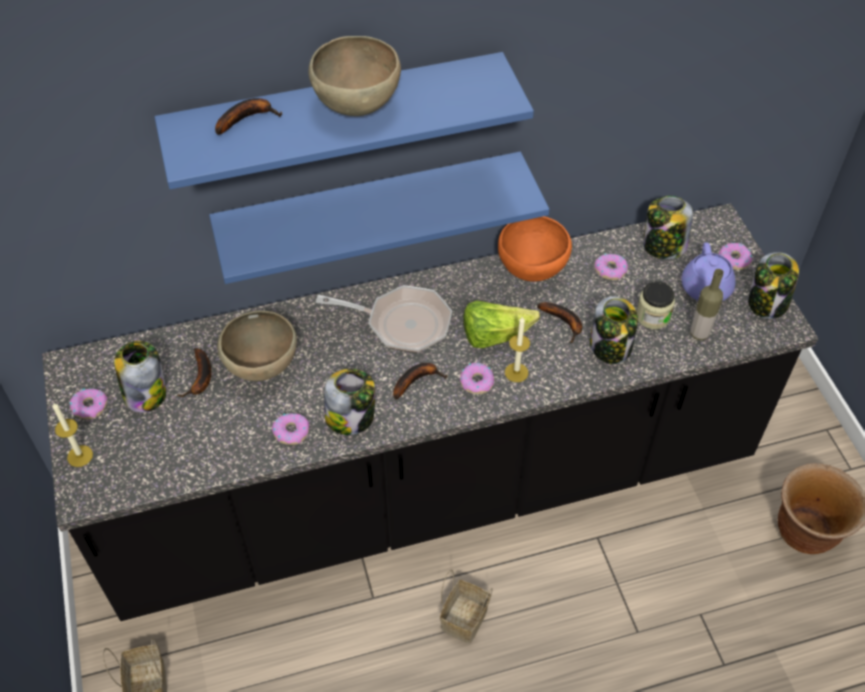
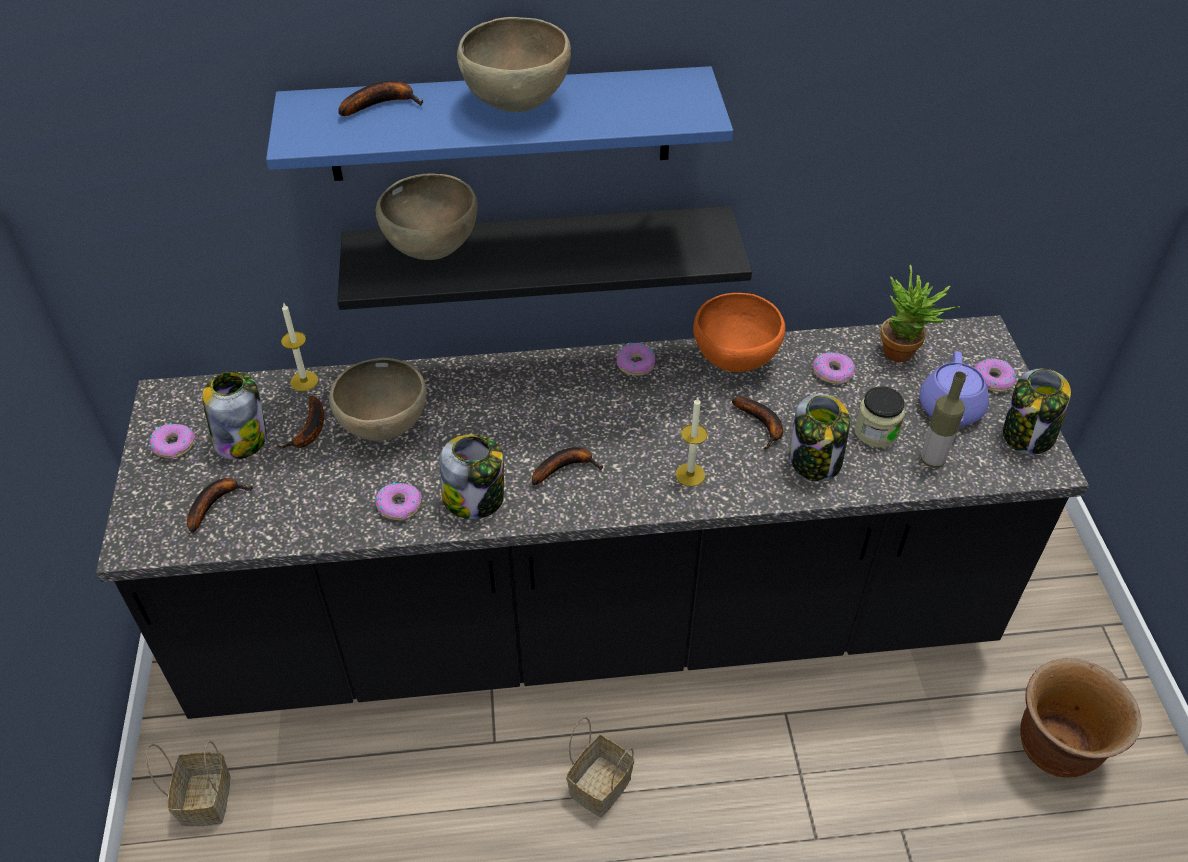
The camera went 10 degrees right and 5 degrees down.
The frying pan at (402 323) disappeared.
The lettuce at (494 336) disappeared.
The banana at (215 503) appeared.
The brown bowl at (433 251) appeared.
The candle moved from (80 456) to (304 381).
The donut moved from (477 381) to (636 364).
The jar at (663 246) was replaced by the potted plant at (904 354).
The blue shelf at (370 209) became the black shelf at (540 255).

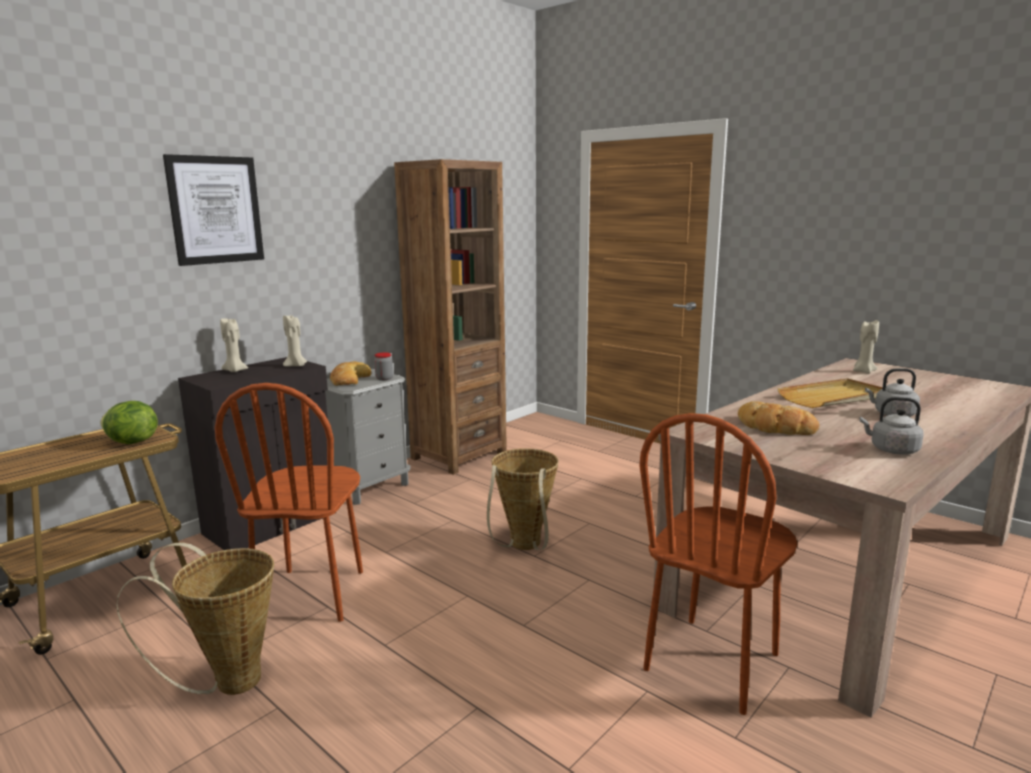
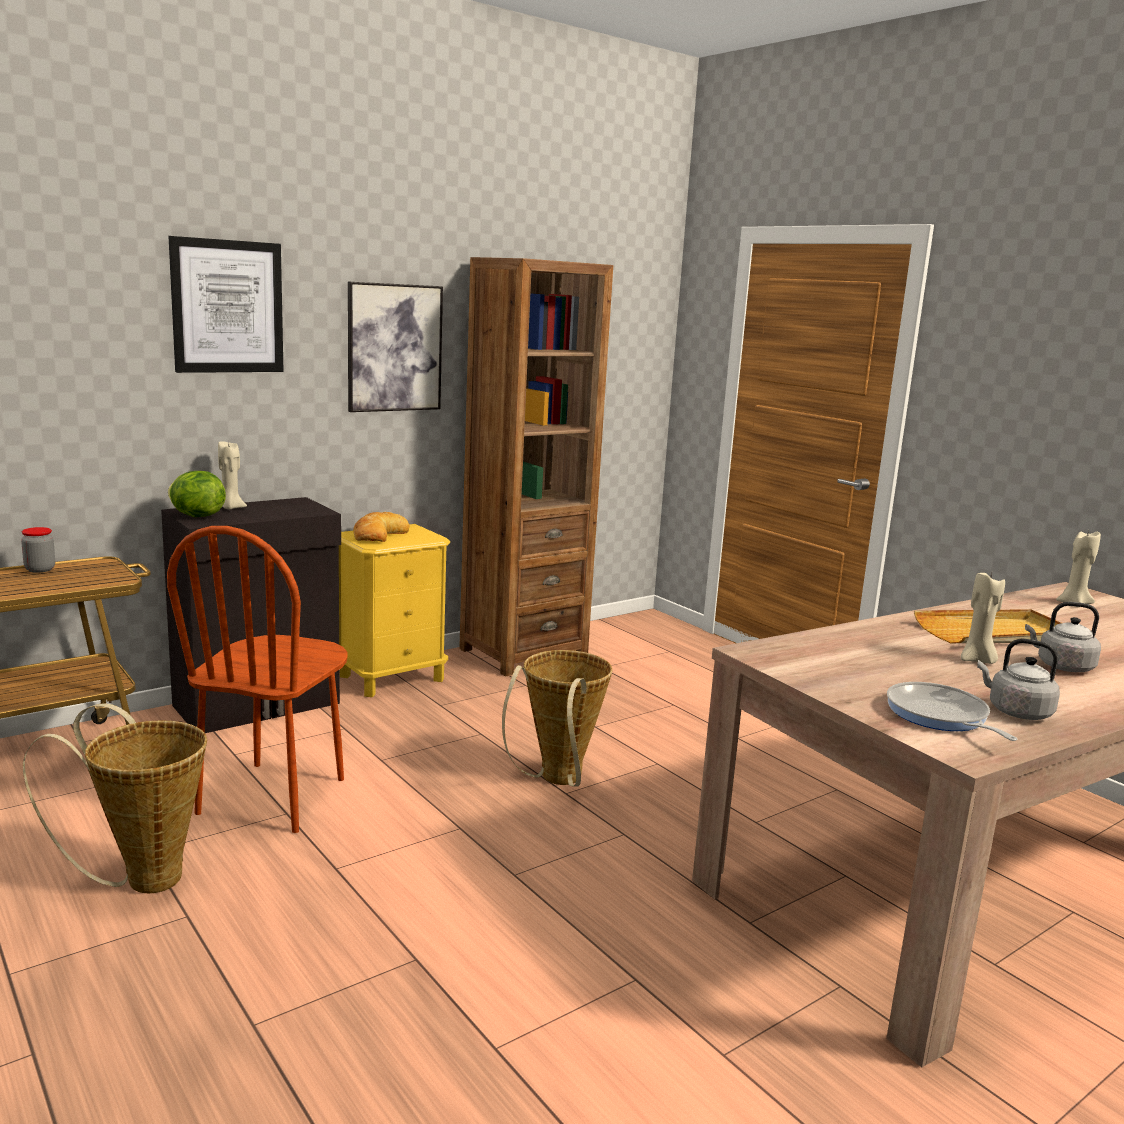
The camera went 10 degrees right and 0 degrees up.
The brown chair at (713 662) disappeared.
The bread at (775 427) disappeared.
The picture at (394 348) appeared.
The frying pan at (939 716) appeared.
The lettuce moved from (131 442) to (196 516).
The beige candle moved from (296 366) to (977 660).
The jar moved from (384 378) to (40 569).
The grey nightstand at (368 487) became the yellow nightstand at (391 677).

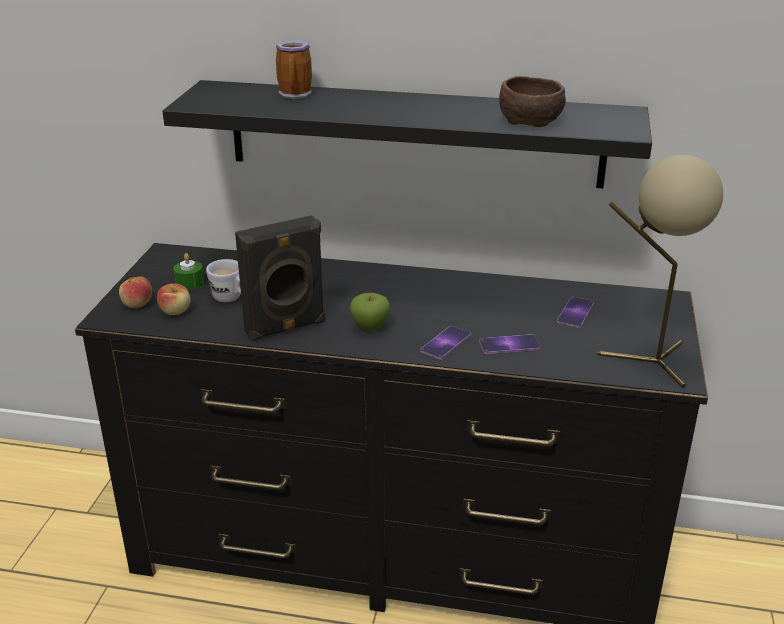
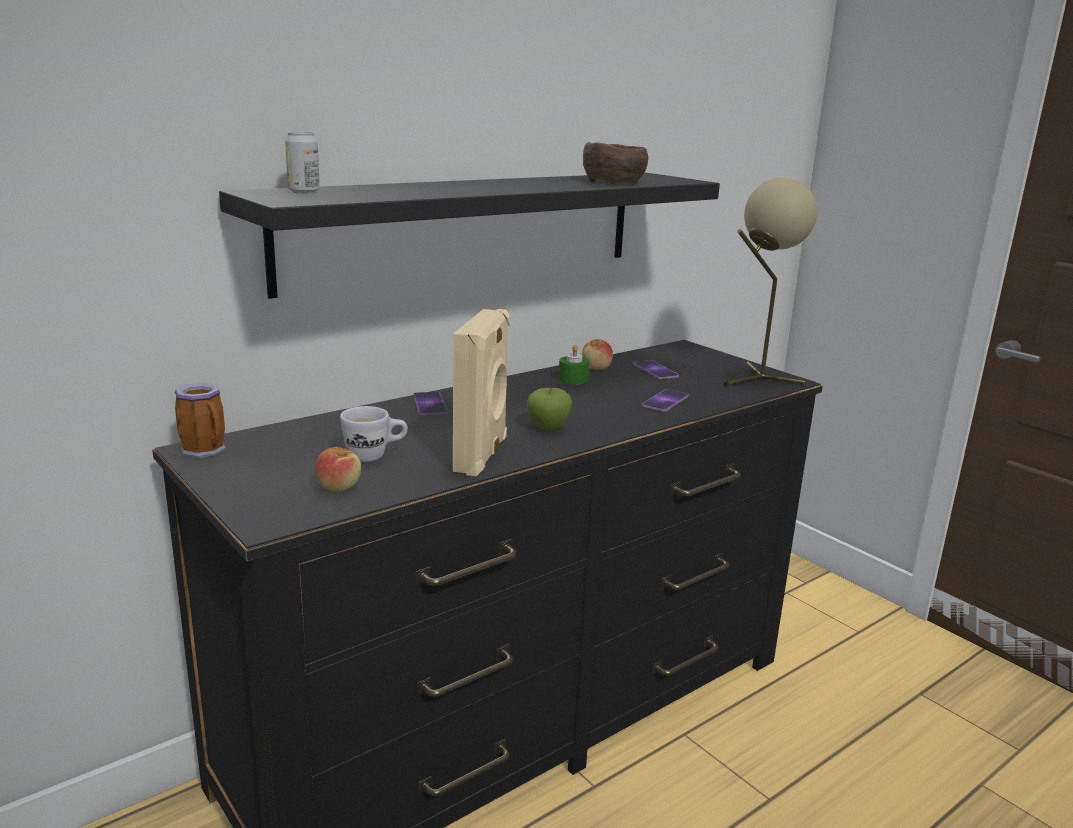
The camera went 50 degrees left and 10 degrees down.
The can at (304 192) appeared.
The apple moved from (137 304) to (596 368).
The green candle moved from (189 283) to (573 379).
The mug moved from (296 96) to (207 451).
The phone moved from (445 343) to (429 404).
The black speaker at (285 328) became the beige speaker at (483 455).

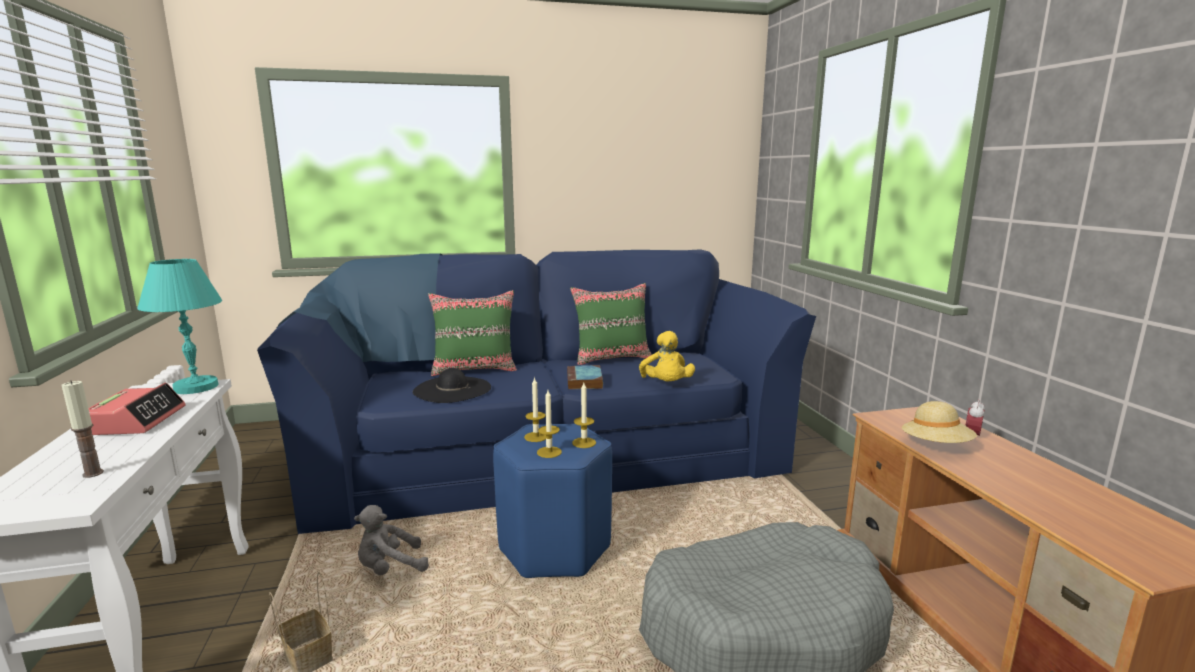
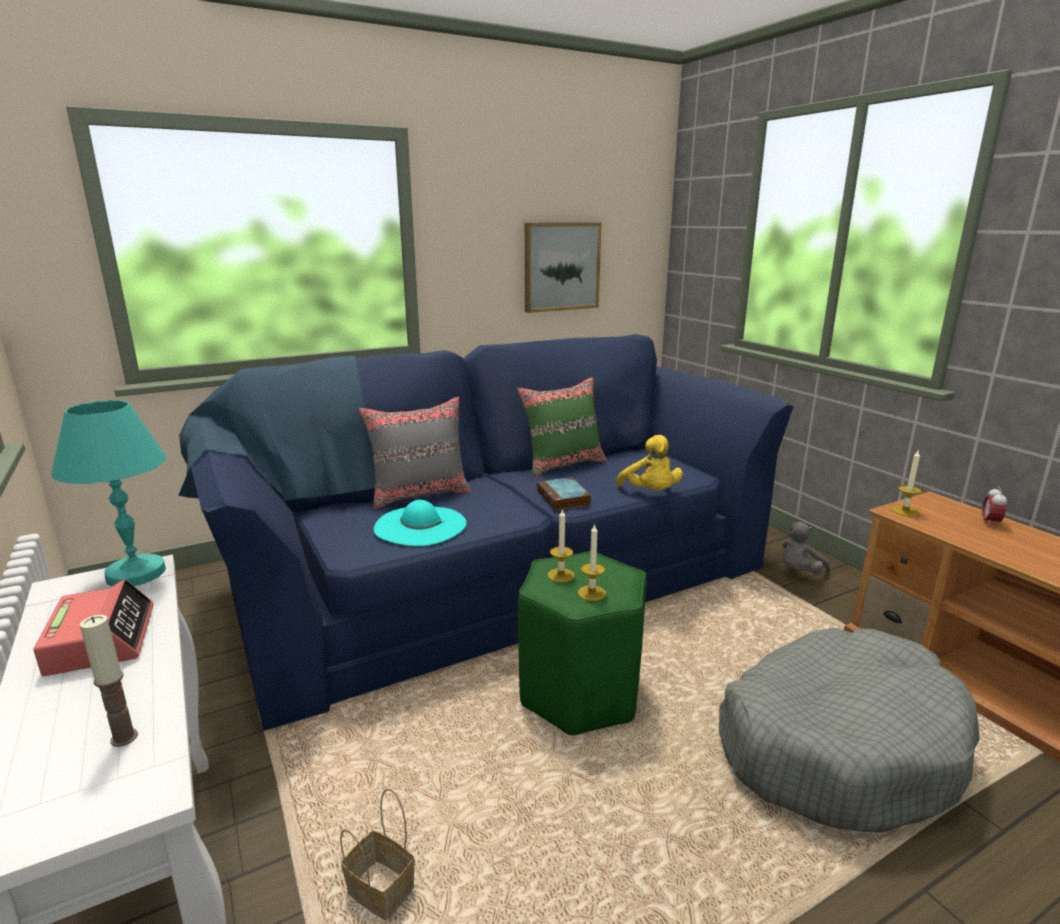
The camera went 15 degrees left and 5 degrees up.
The beige hat at (936 446) disappeared.
The picture at (561 266) appeared.
The grey plush toy moved from (390 568) to (799 572).
The candle moved from (584 442) to (905 511).
The black hat at (452 389) became the turquoise hat at (420 525).
The green pillow at (475 369) became the grey pillow at (420 495).
The blue stool at (555 548) became the green stool at (581 693).

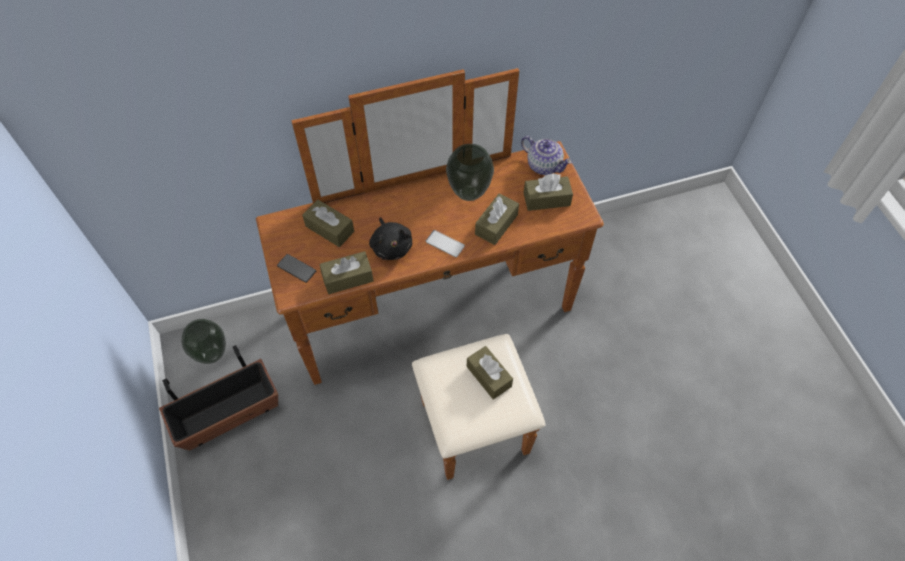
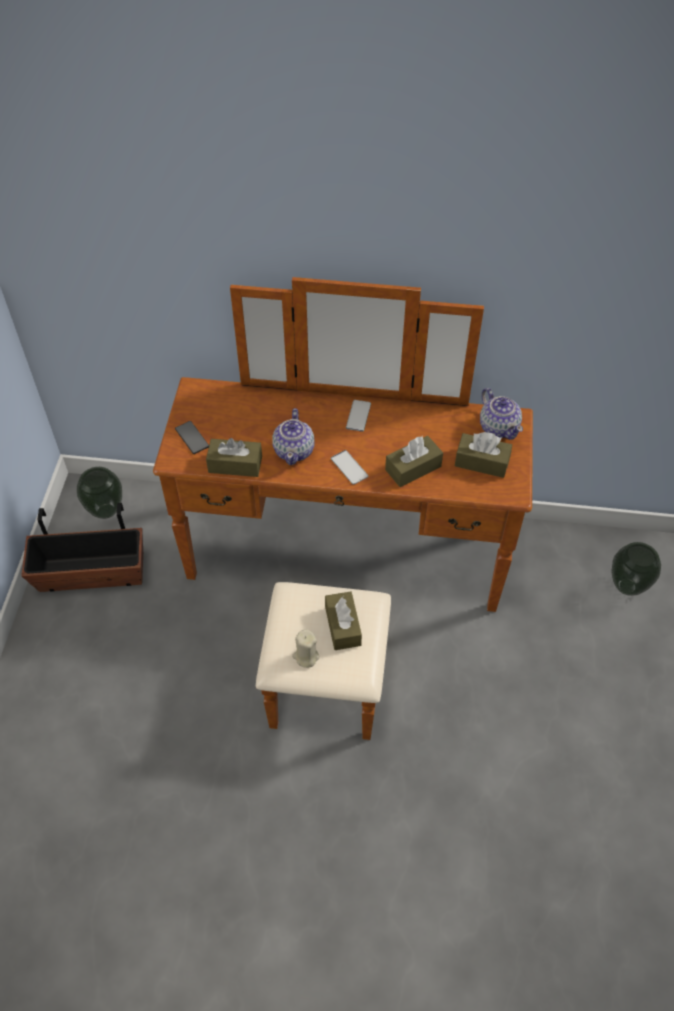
The camera went 25 degrees right and 5 degrees down.
The brown tissue box at (329 229) disappeared.
The beige candle at (306 656) appeared.
The phone at (358 416) appeared.
The vase moved from (469 192) to (627 586).
The black plush toy at (391 246) was replaced by the teapot at (294 450).

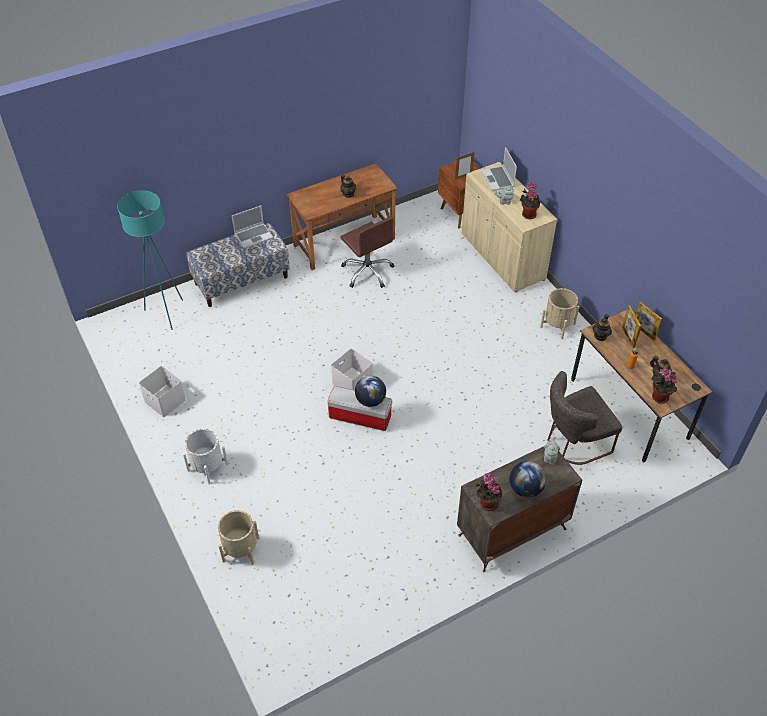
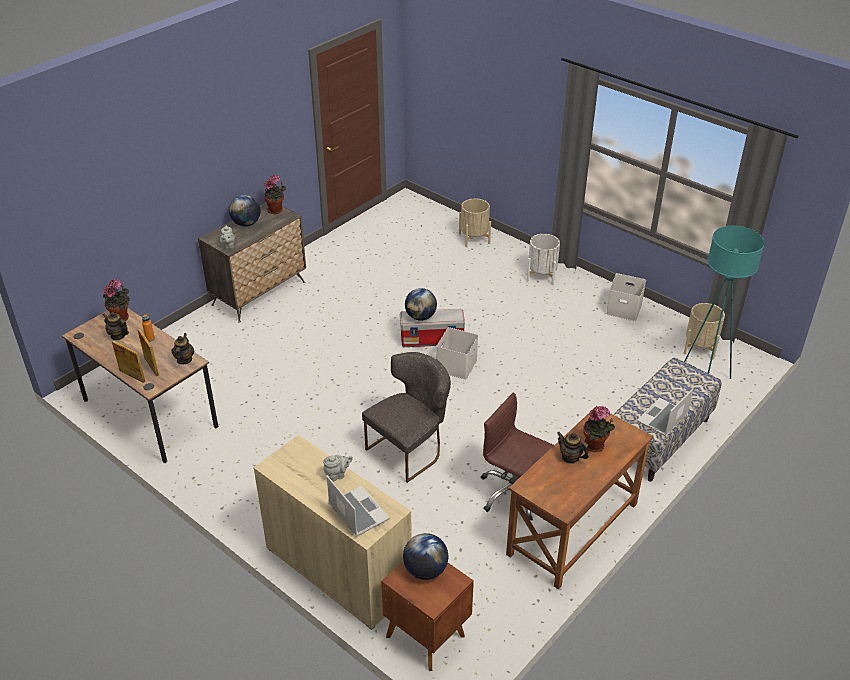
The camera went 160 degrees right and 10 degrees down.
The potted plant moved from (528 214) to (595 446).
The beige planter moved from (557 325) to (700 347).
The grey chair moved from (573 442) to (410 449).
The picture frame at (463 176) was replaced by the globe at (425 570).

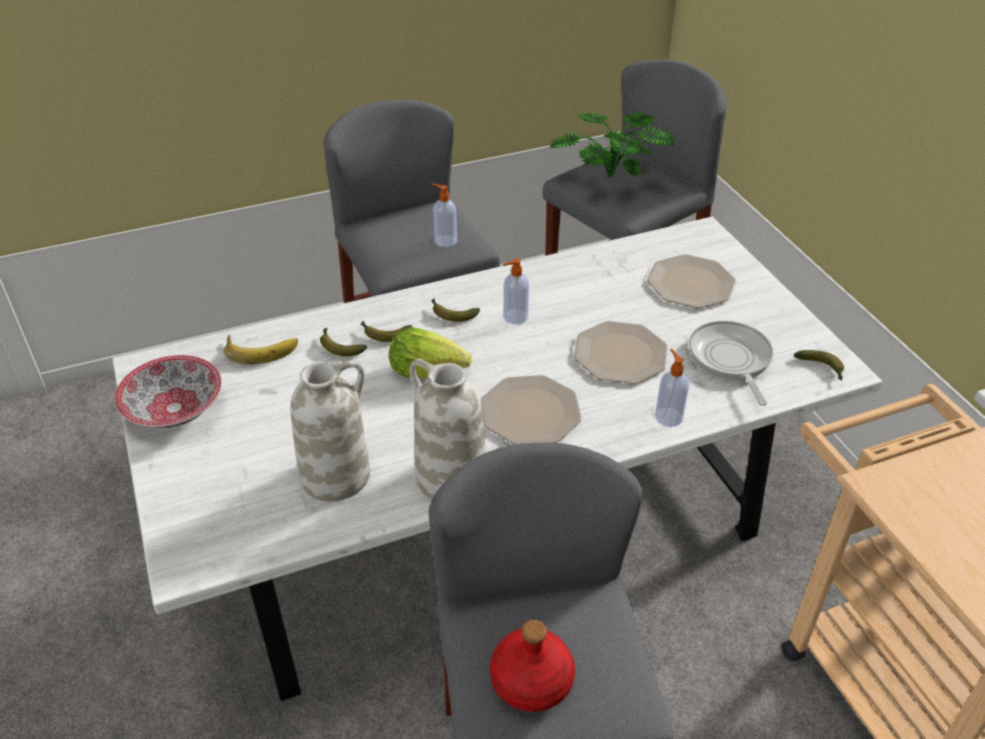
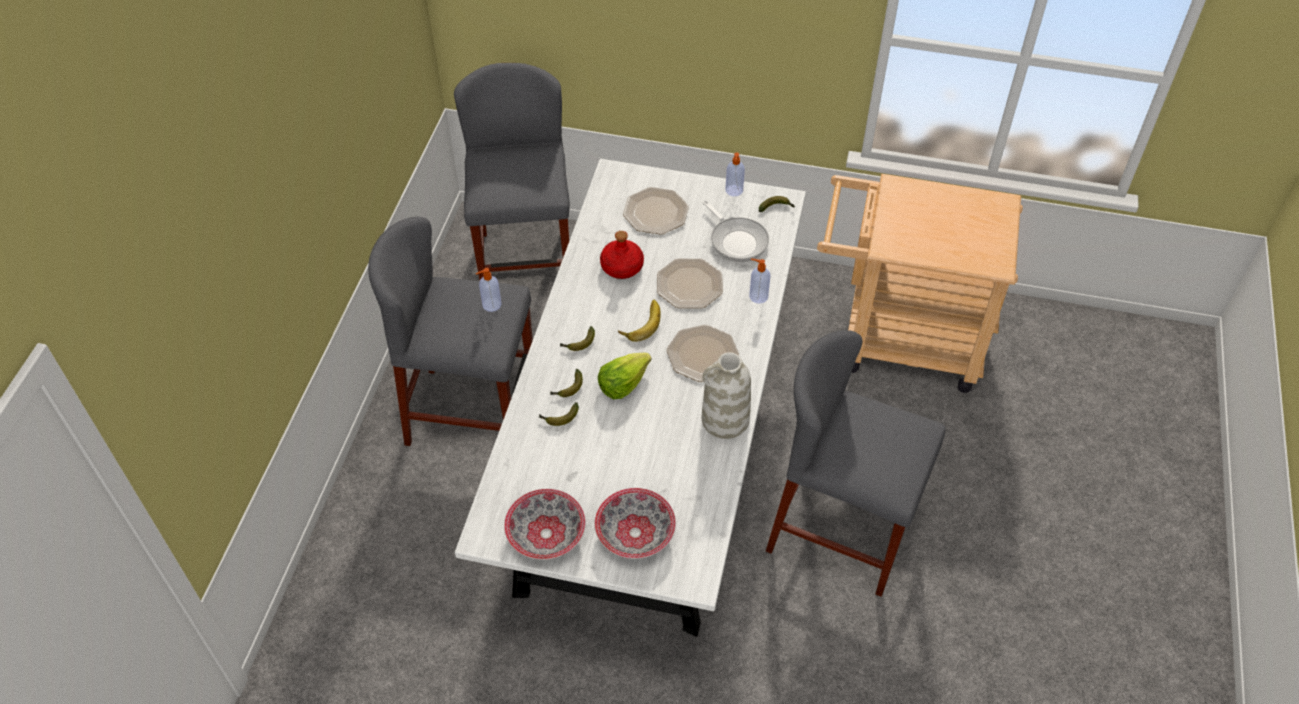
The camera went 55 degrees left and 10 degrees up.
The white vase at (336 475) disappeared.
The potted plant at (610 180) disappeared.
The bowl at (634 534) appeared.
The banana moved from (261 349) to (641 322).
The red bottle moved from (531 680) to (621 267).
The soap dispenser moved from (514 317) to (734 191).
The frying pan at (730 360) turned 150 degrees counterclockwise.

